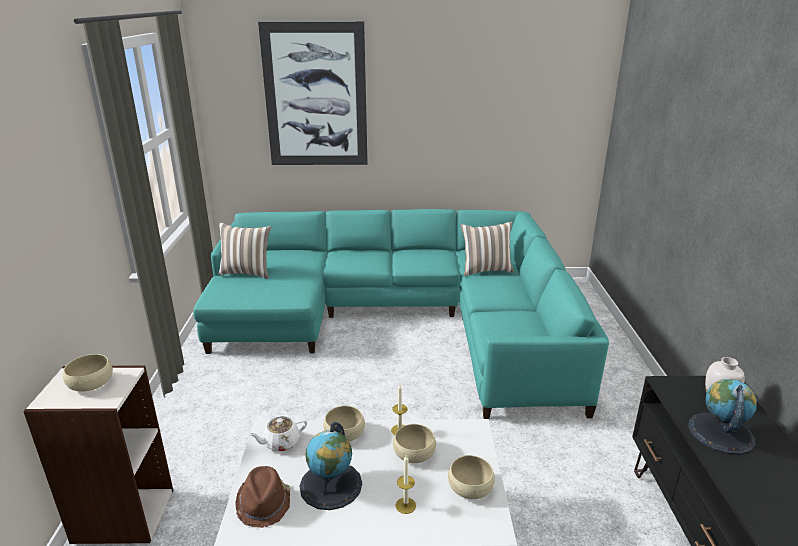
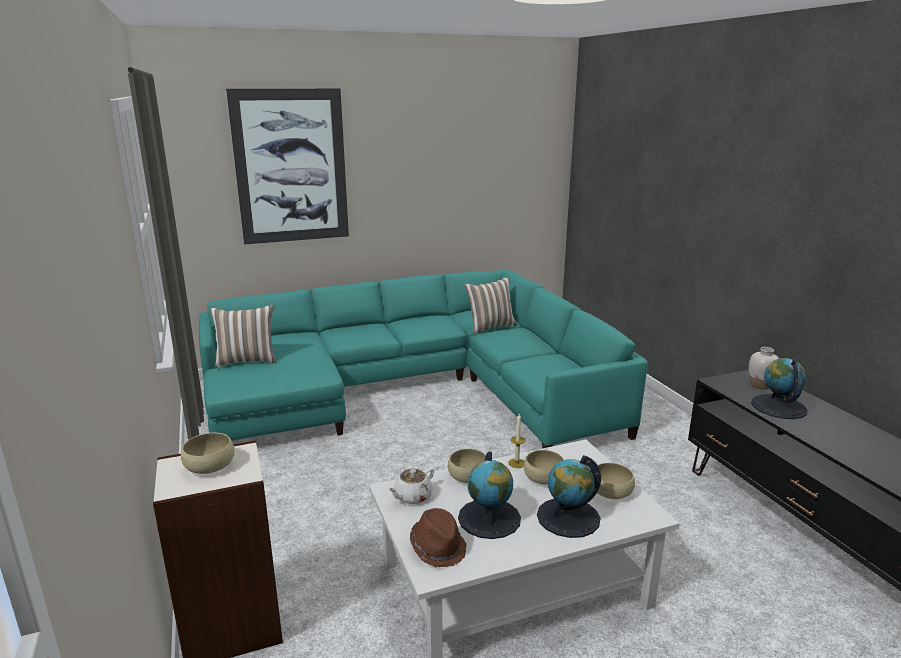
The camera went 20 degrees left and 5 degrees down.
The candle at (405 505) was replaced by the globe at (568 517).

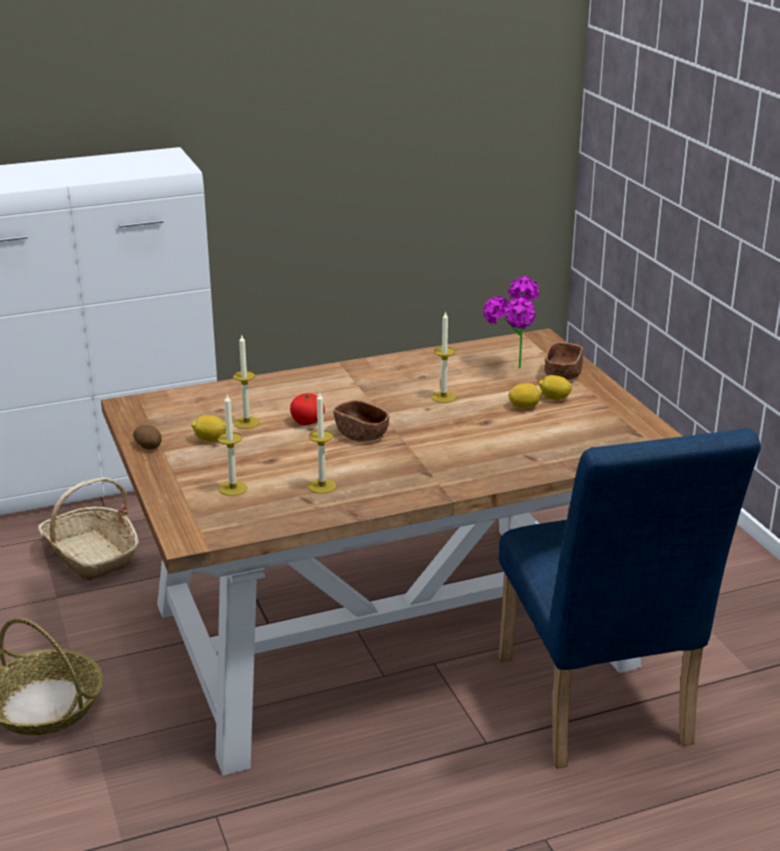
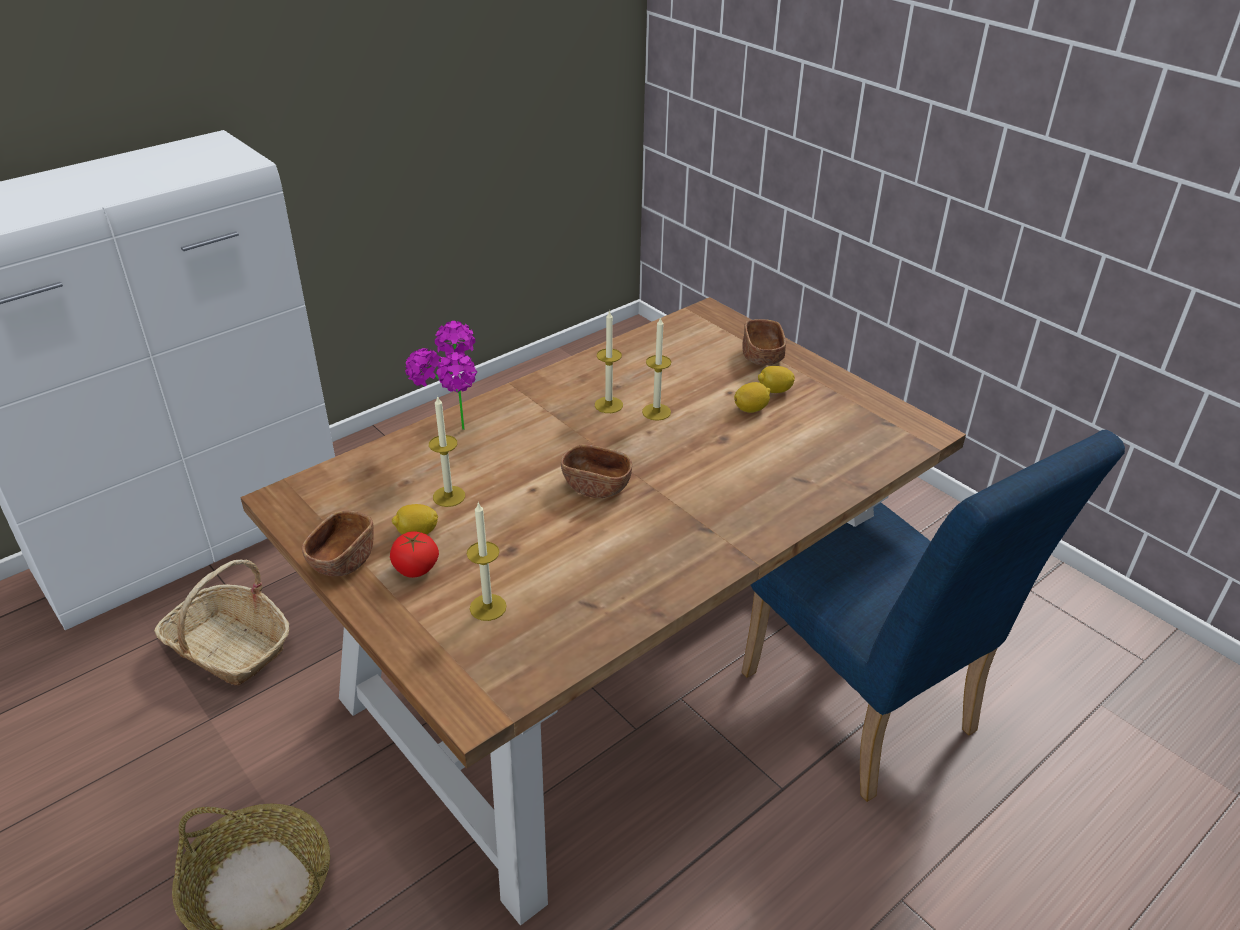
The camera went 20 degrees left and 10 degrees up.
The tomato moved from (307 421) to (415 568).
The candle moved from (322 486) to (608 405).
The potted plant moved from (511 371) to (454 437).
The potato at (149 445) was replaced by the brown bowl at (342 560).

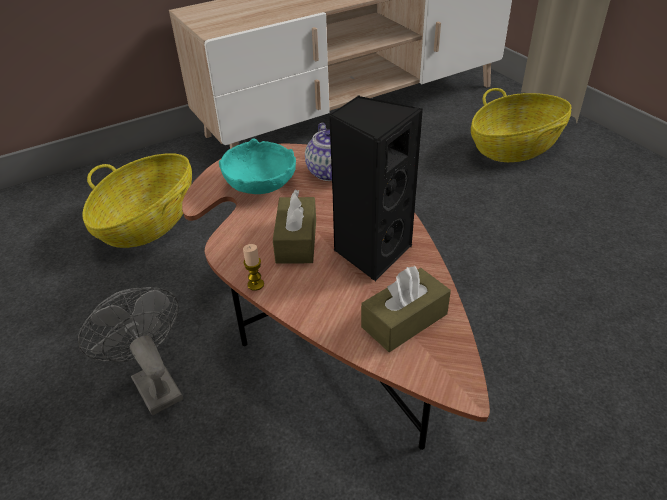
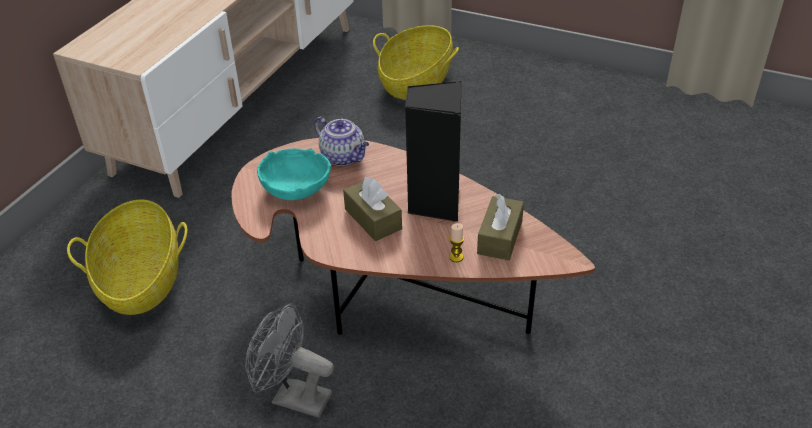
The camera went 35 degrees left and 0 degrees up.
The candle moved from (255 284) to (456 257).

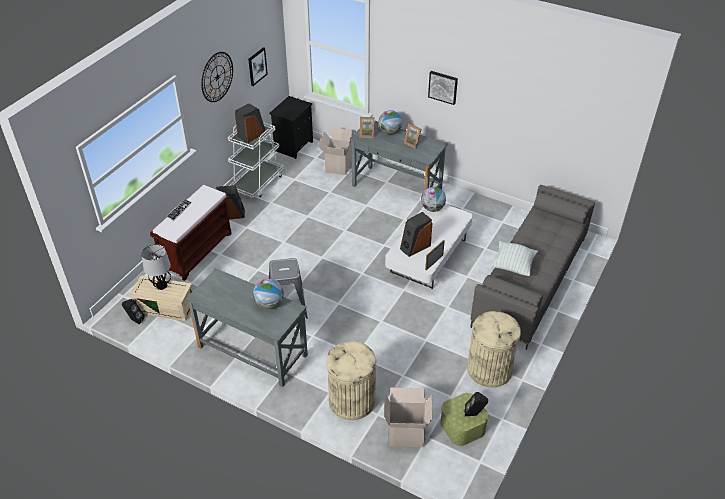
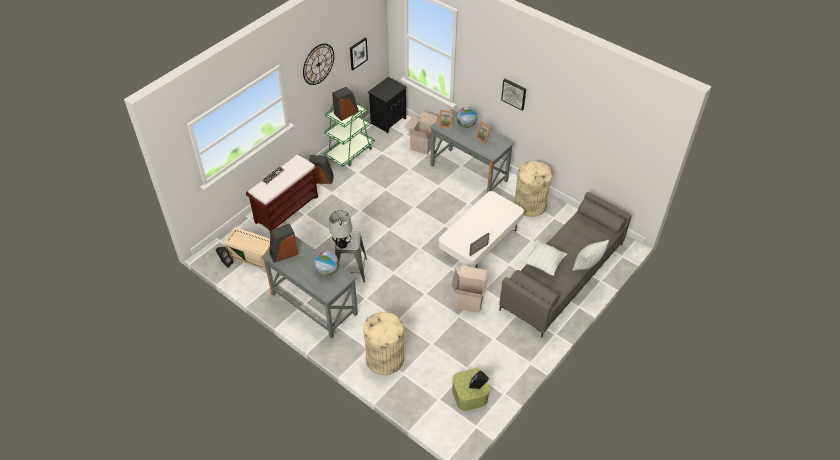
The camera went 10 degrees right and 5 degrees up.
The globe at (432 208) disappeared.
The pillow at (587 265) appeared.
The table lamp moved from (161 285) to (342 245).
The cardboard box moved from (407 432) to (469 301).
The speaker moved from (415 247) to (283 253).
The beige trash can moved from (489 369) to (530 205).
The white cart at (257 183) became the green cart at (349 152).

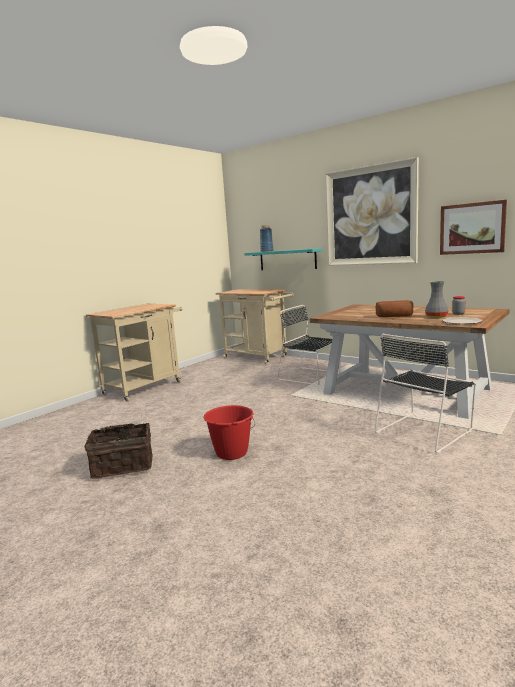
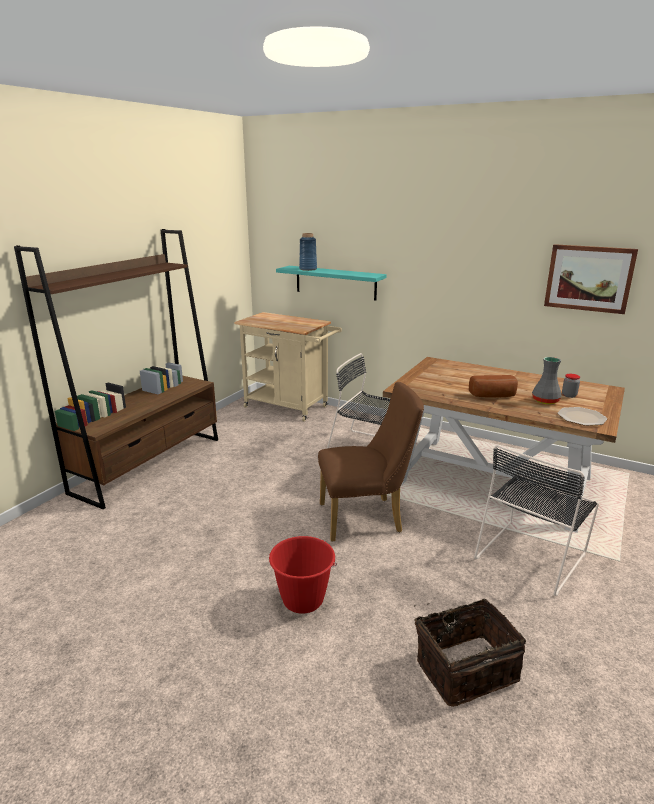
The camera went 10 degrees left and 10 degrees up.
The picture at (370 216) disappeared.
The brown chair at (366 518) appeared.
The basket moved from (123 465) to (464 668).
The beige cart at (146 387) was replaced by the brown bookcase at (149 464).

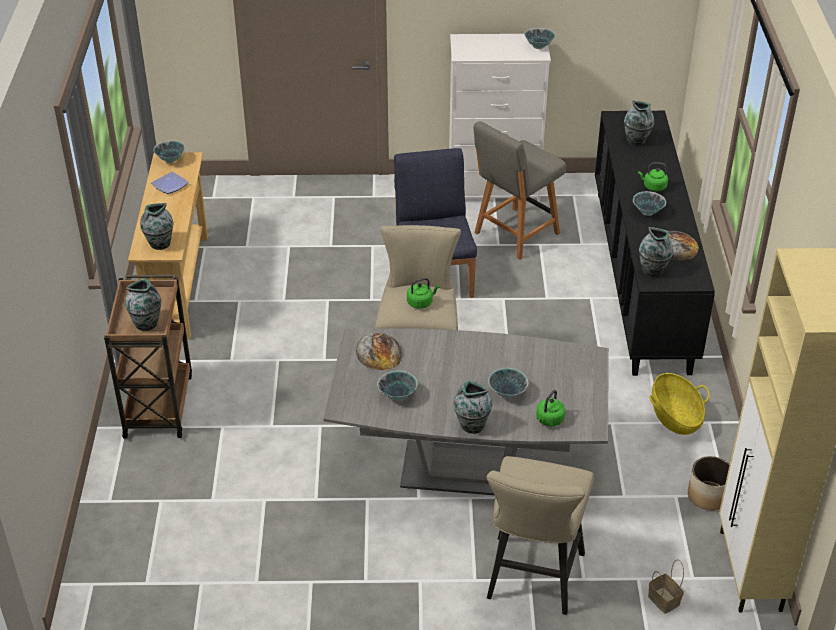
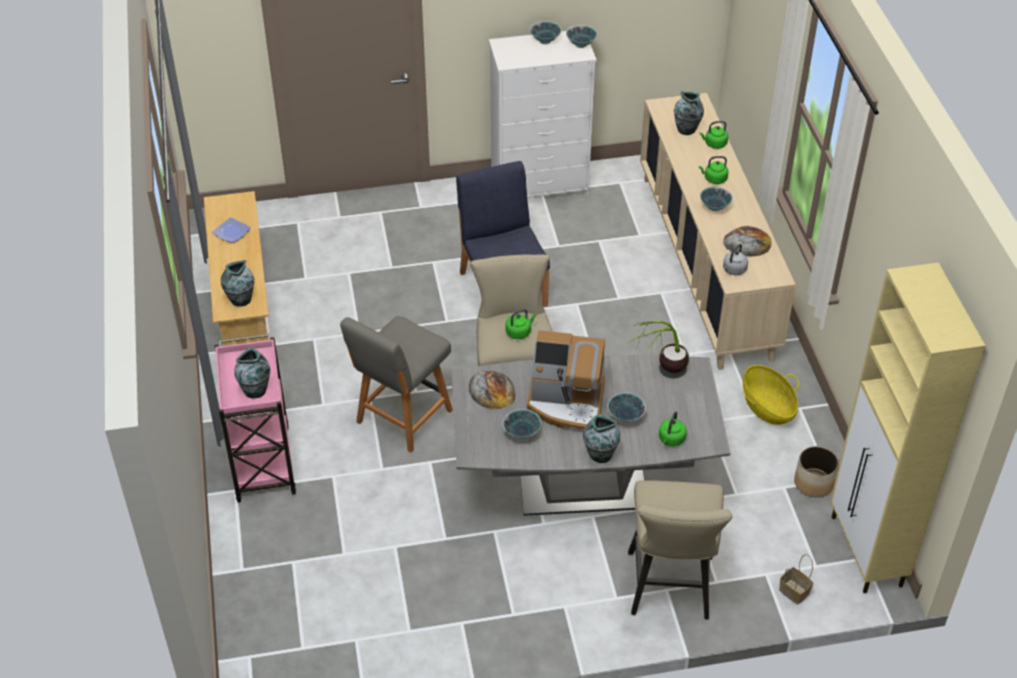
The camera went 10 degrees left and 5 degrees up.
The coffee machine at (566 403) appeared.
The potted plant at (659 376) appeared.
The green kettle at (714 144) appeared.
The bowl moved from (171 160) to (545 41).
The grey chair moved from (514 234) to (402 418).
The vase at (653 271) was replaced by the grey kettle at (733 270).
The brown cart at (158 404) became the pink cart at (262 461).
The black cabinet at (642 277) became the beige cabinet at (705 264).

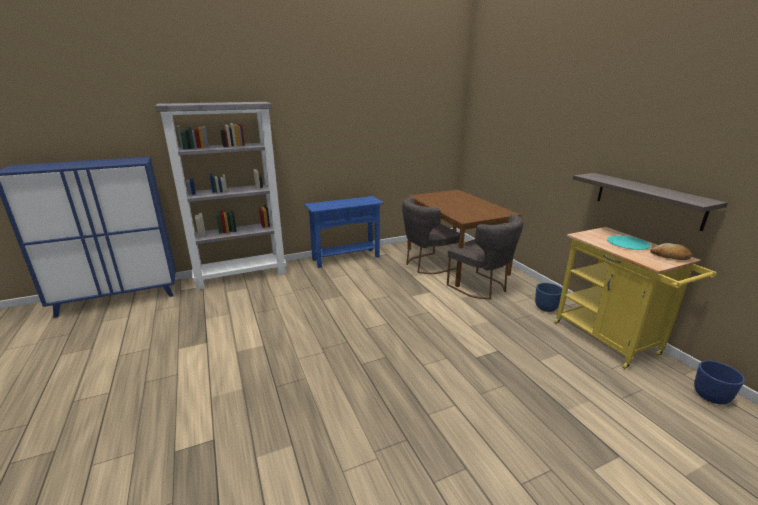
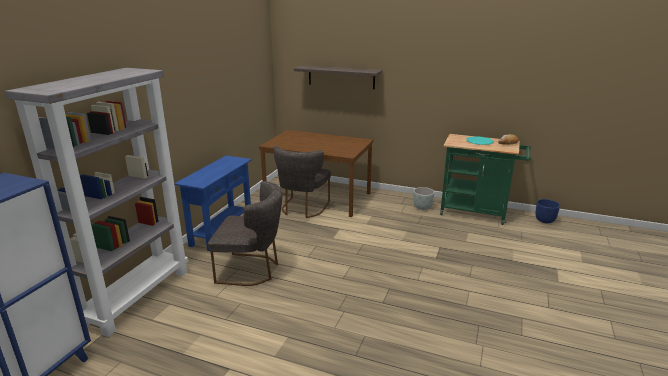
The camera went 45 degrees left and 0 degrees up.
The grey chair moved from (481 287) to (252 270).
The shelf moved from (648 200) to (341 77).
The blue planter at (546 308) became the grey planter at (422 207).
The yellow cart at (610 342) became the green cart at (478 213).

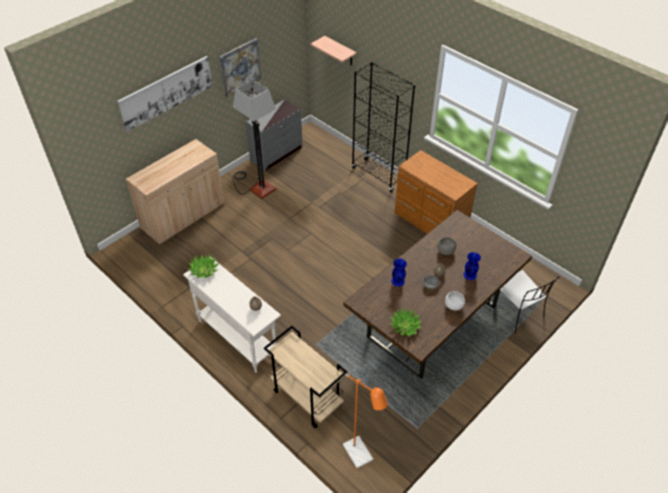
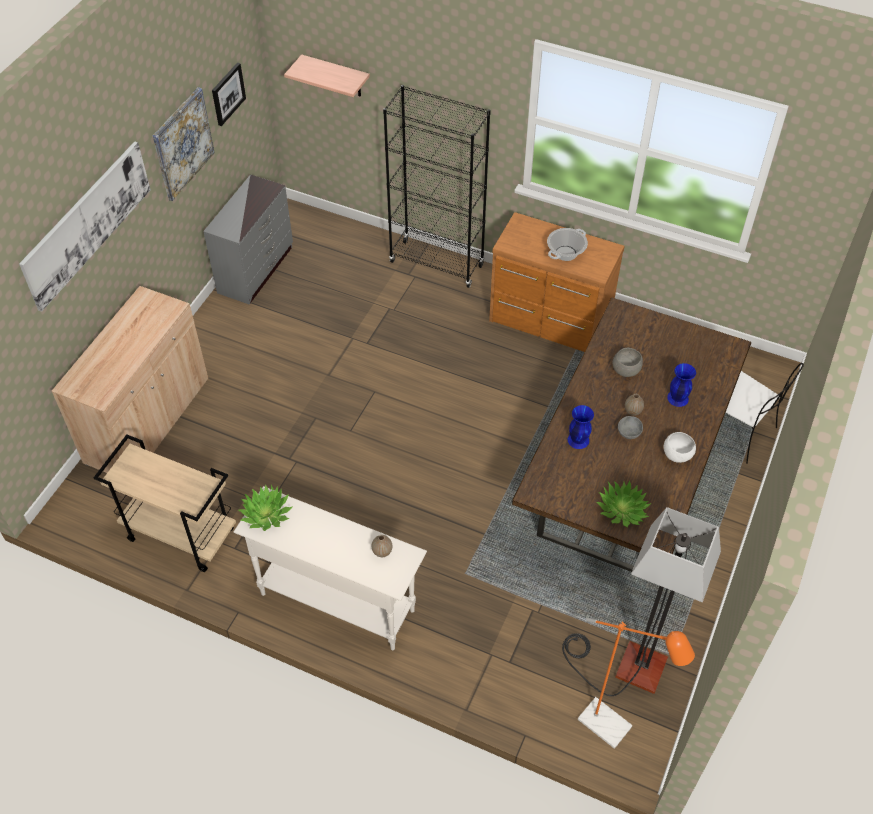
The camera went 20 degrees left and 5 degrees up.
The picture at (227 94) appeared.
The cooking pot at (565 253) appeared.
The floor lamp moved from (256 187) to (625 666).
The beige cart moved from (306 398) to (179 535).

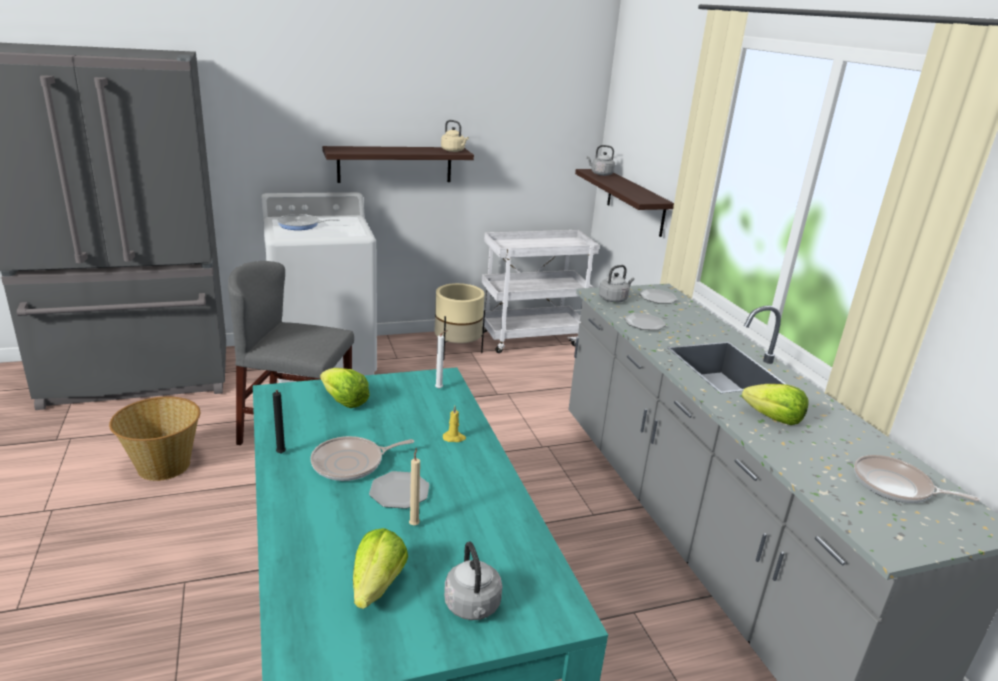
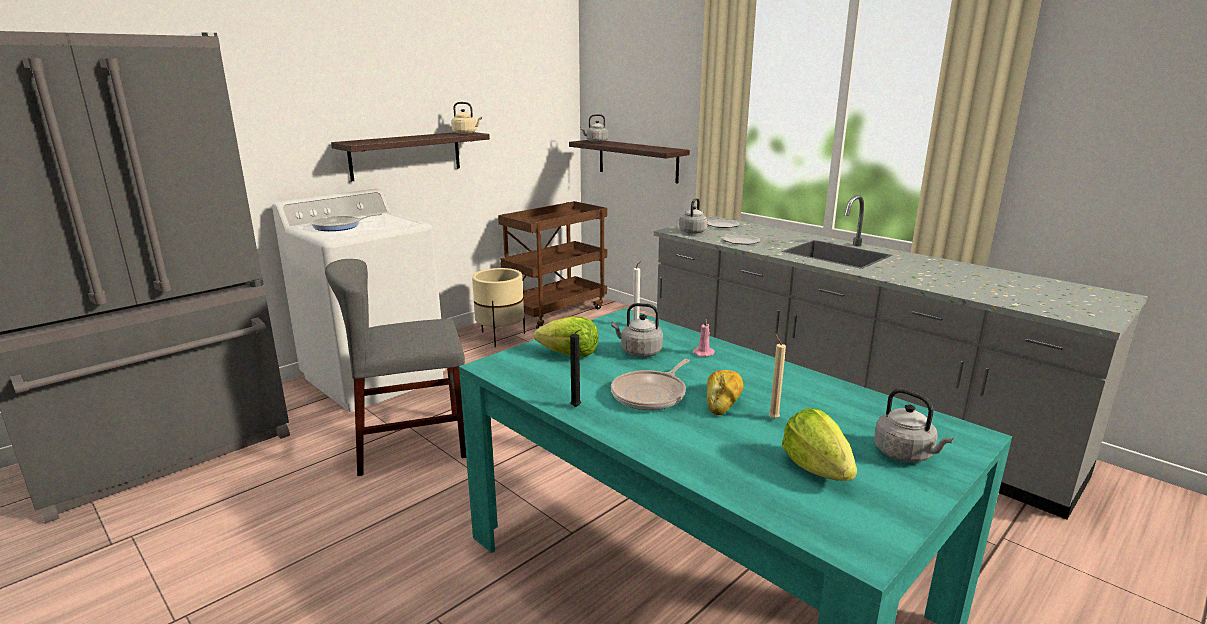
The camera went 25 degrees left and 5 degrees down.
The basket at (163 465) disappeared.
The lettuce at (773 418) disappeared.
The frying pan at (896 486) disappeared.
The grey kettle at (639 352) appeared.
The plate at (399 491) was replaced by the bread at (723 401).
The yellow candle at (454 438) became the pink candle at (704 353).
The white cart at (532 338) became the brown cart at (556 311).

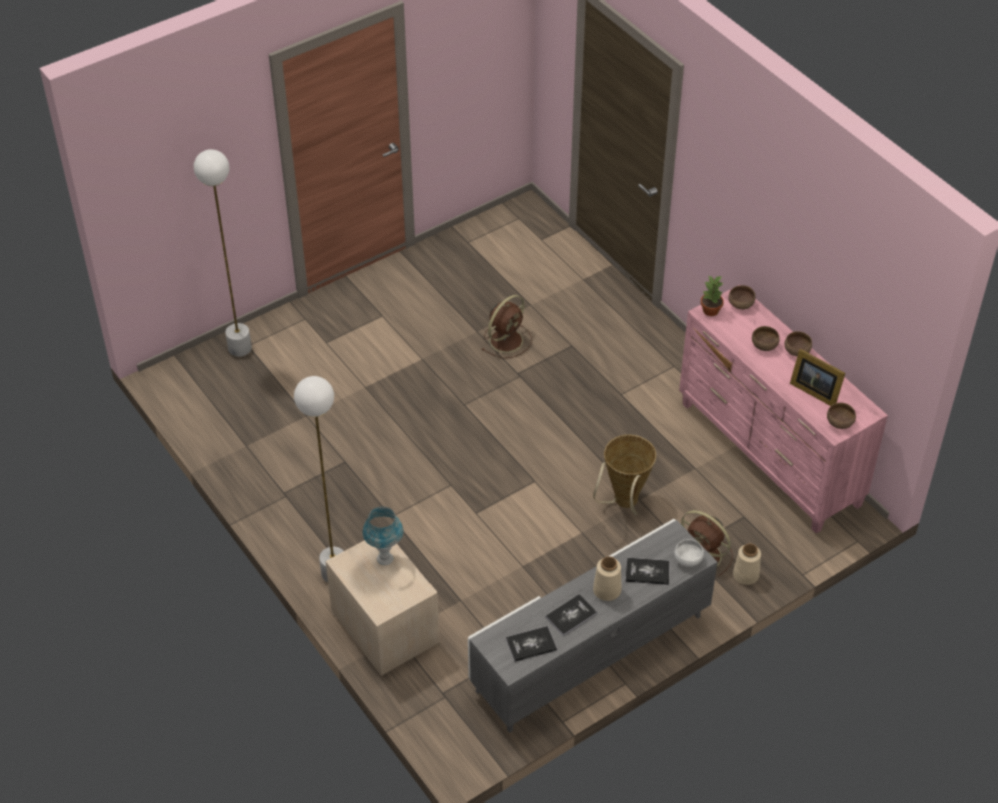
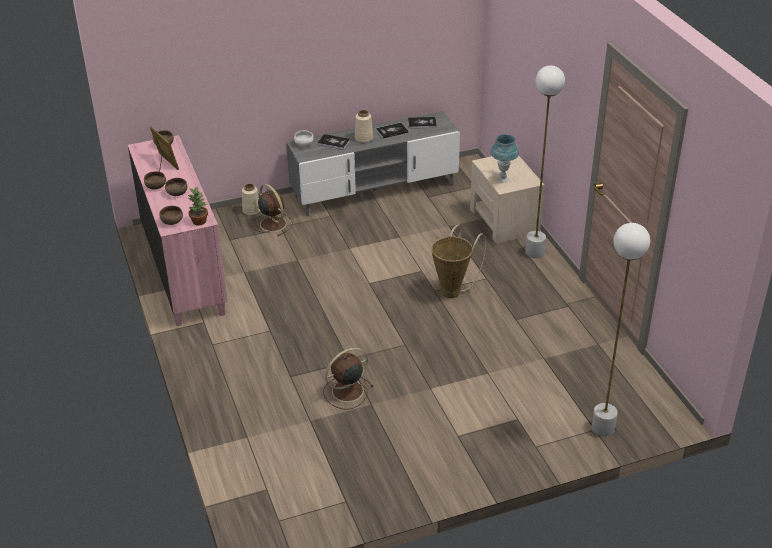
The camera went 165 degrees left and 10 degrees down.
The basket moved from (623 504) to (453 290).

